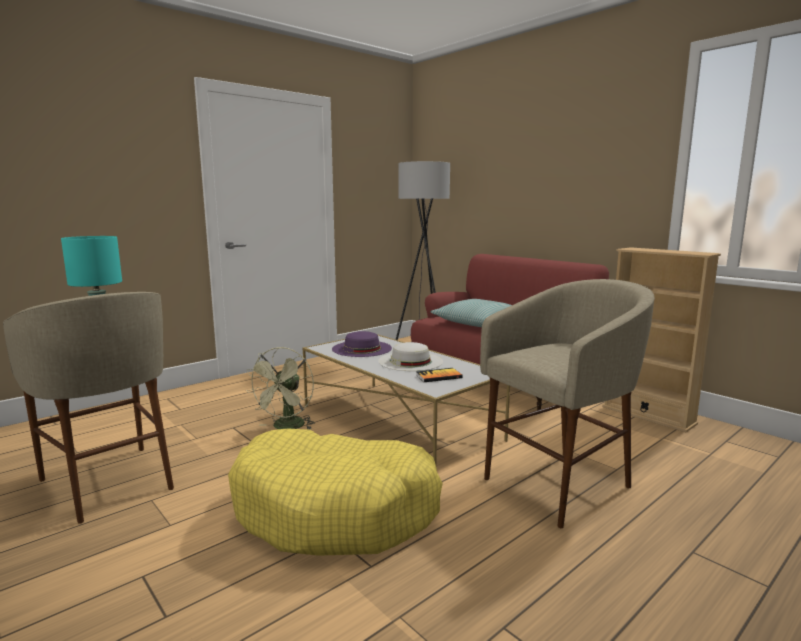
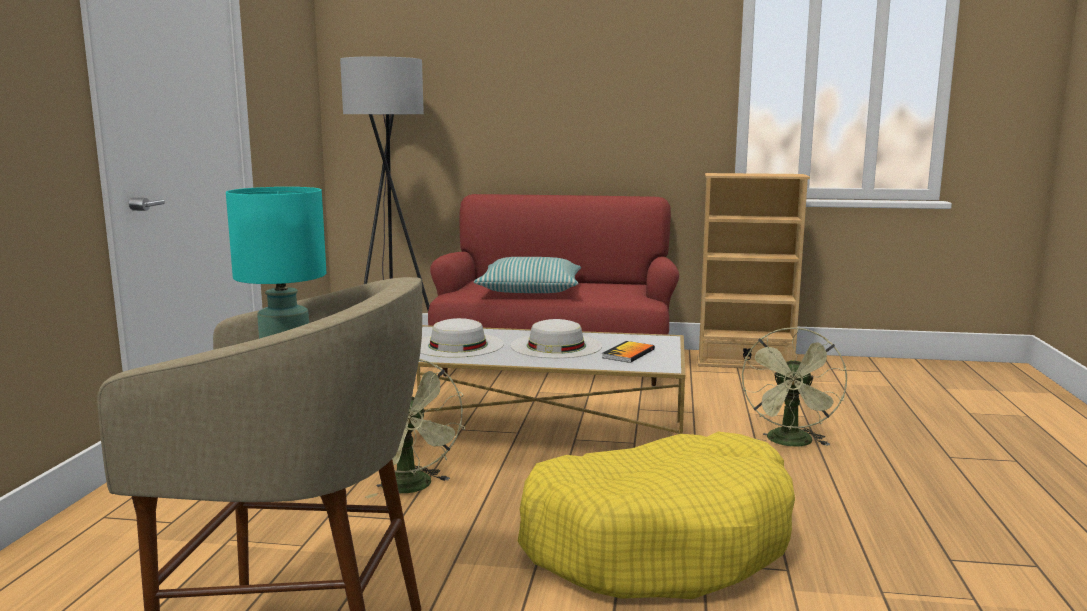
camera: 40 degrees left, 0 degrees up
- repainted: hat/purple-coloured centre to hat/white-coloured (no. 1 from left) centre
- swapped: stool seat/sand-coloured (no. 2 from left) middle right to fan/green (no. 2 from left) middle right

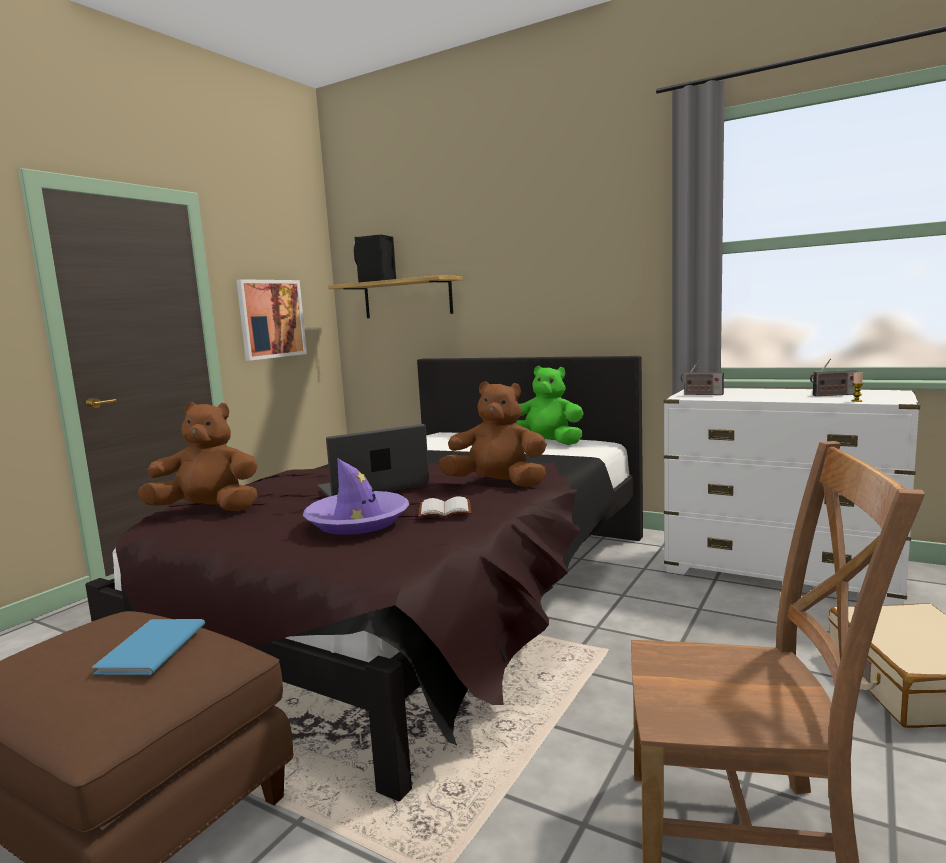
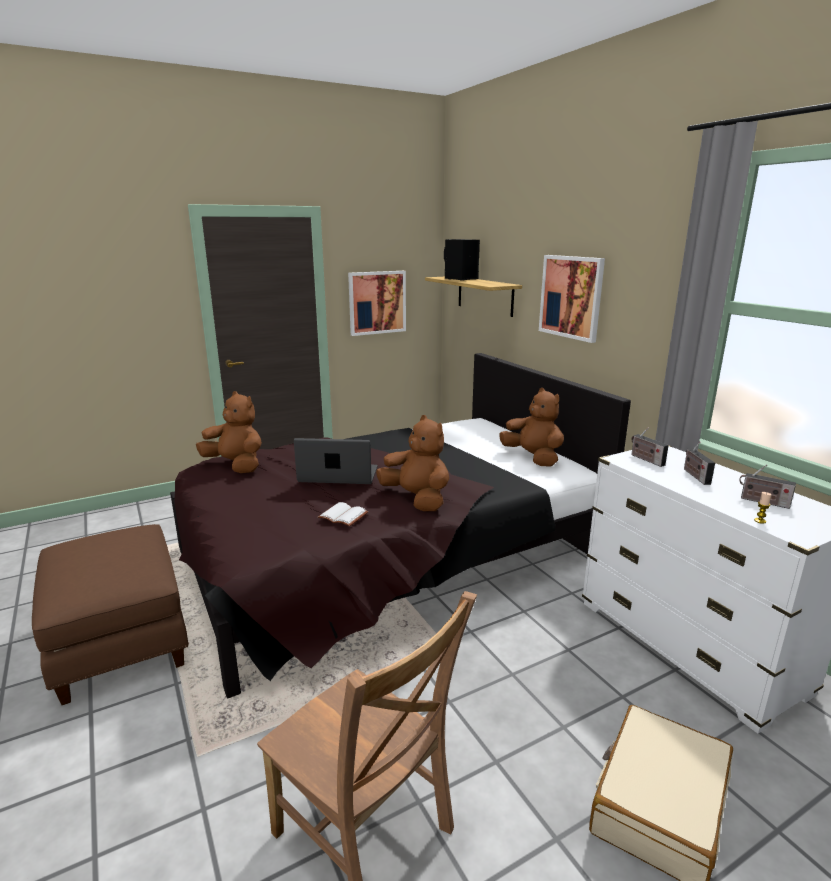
camera: 30 degrees right, 10 degrees up
- repainted: cuddly toy/green centre to cuddly toy/brownish (no. 3 from left) centre
- new: wall picture (no. 2 from left) middle right
- new: radio set (no. 2 from left) middle right
- gone: book/bluish bottom left
- gone: hat/purple-coloured centre

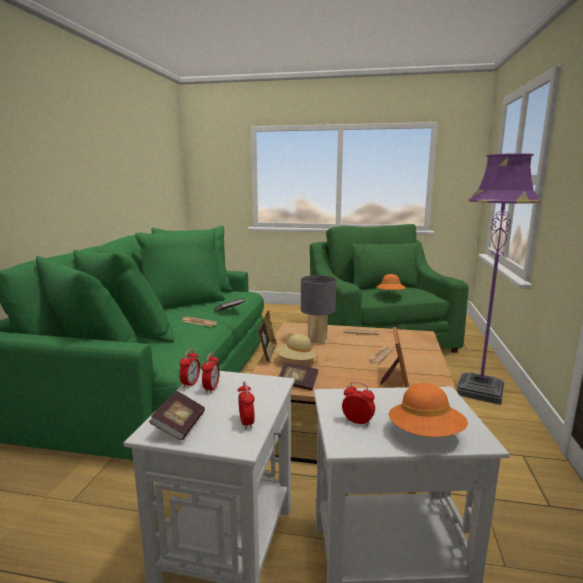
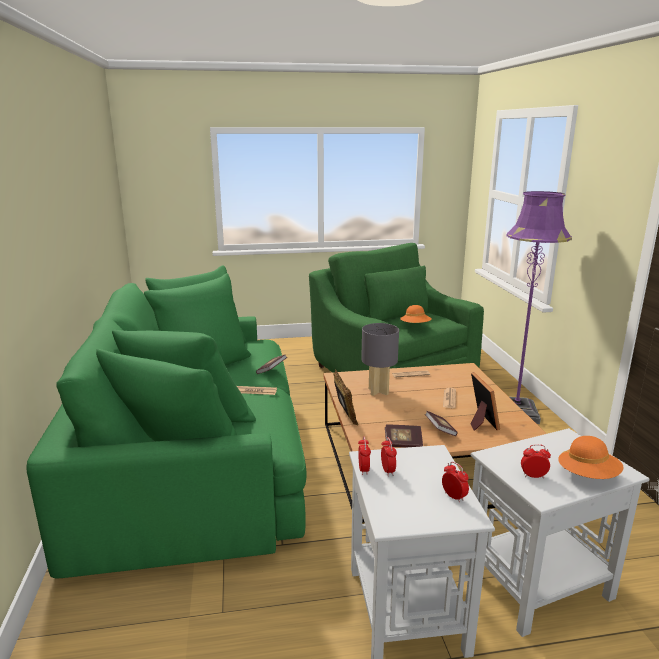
camera: 20 degrees left, 5 degrees up
- shifted: book (no. 1 from left in the first image) bottom left to book (no. 3 from left) middle right
- gone: hat/sand-coloured centre

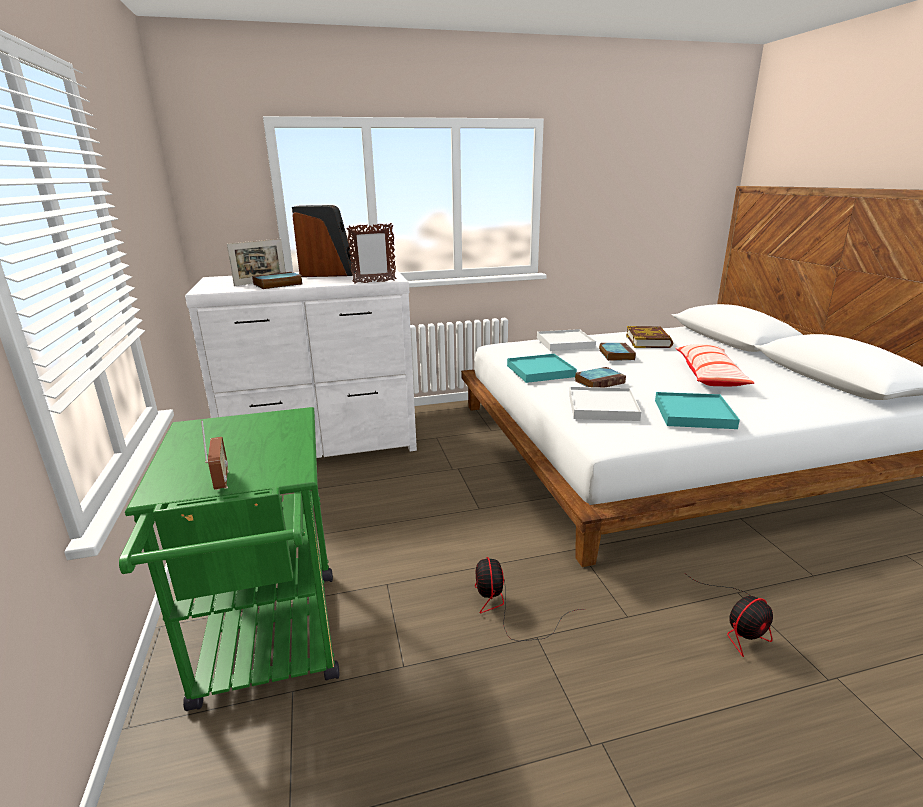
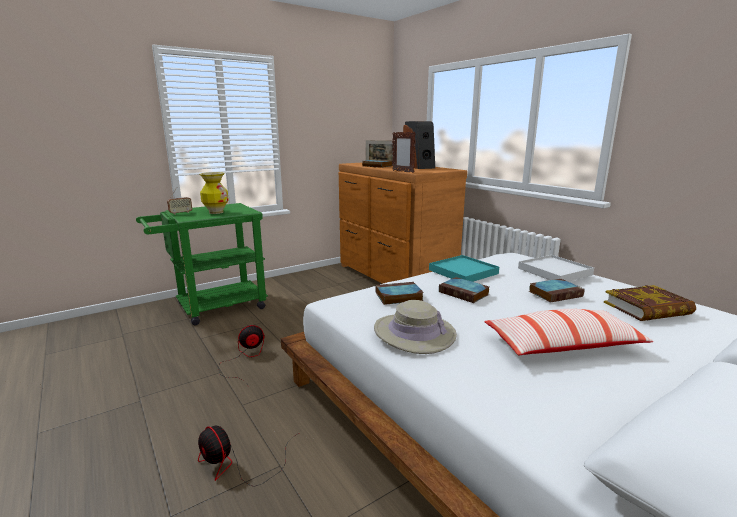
camera: 70 degrees right, 5 degrees down
- new: decorative vase middle left
- repainted: dresser/white-coloured middle left to dresser/brownish centre
- swapped: carrying tray/turquoise-coloured (no. 2 from left) middle right to hat/sand-coloured centre
- swapped: carrying tray/white-coloured (no. 2 from left) centre to book (no. 2 from left) centre

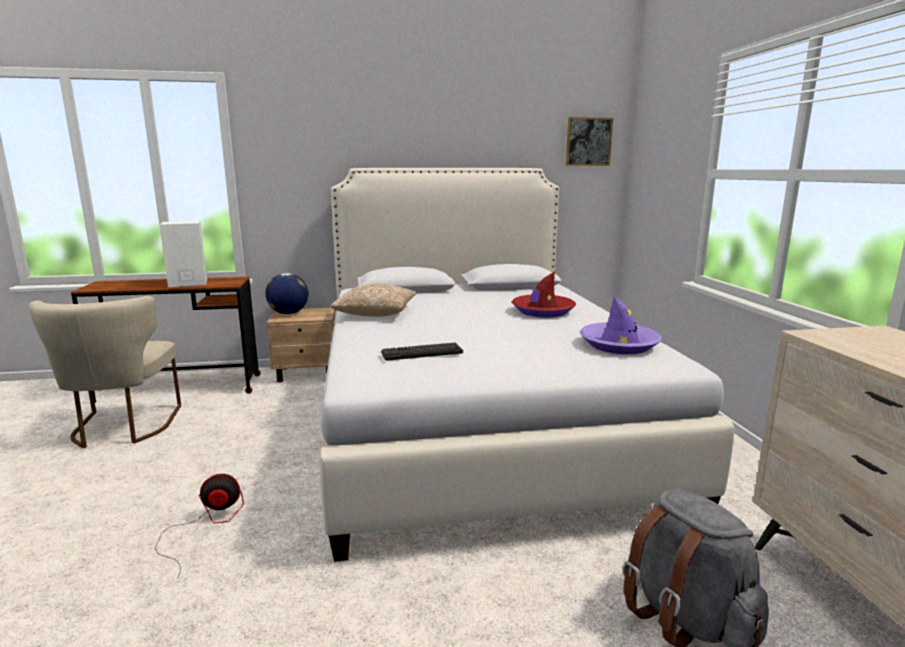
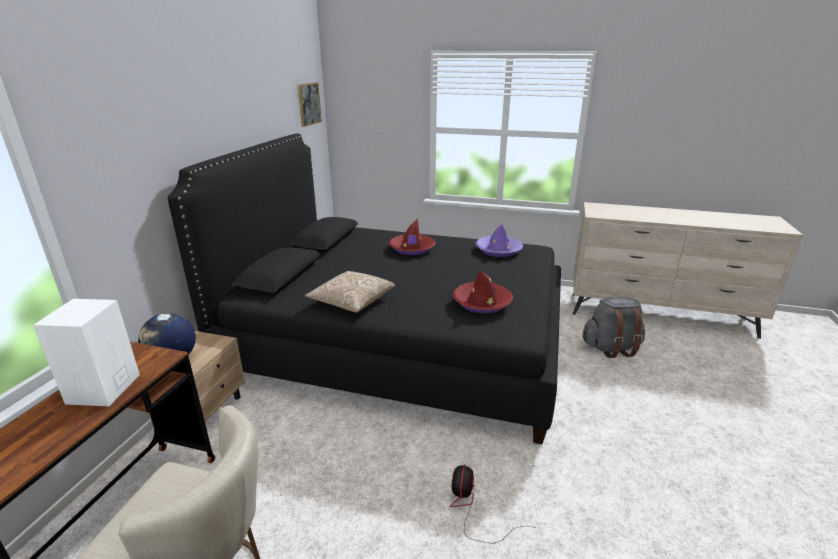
camera: 65 degrees left, 10 degrees up
- repainted: bed/white-coloured centre to bed/black centre
- swapped: PC keyboard centre to hat/reddish (no. 2 from left) centre

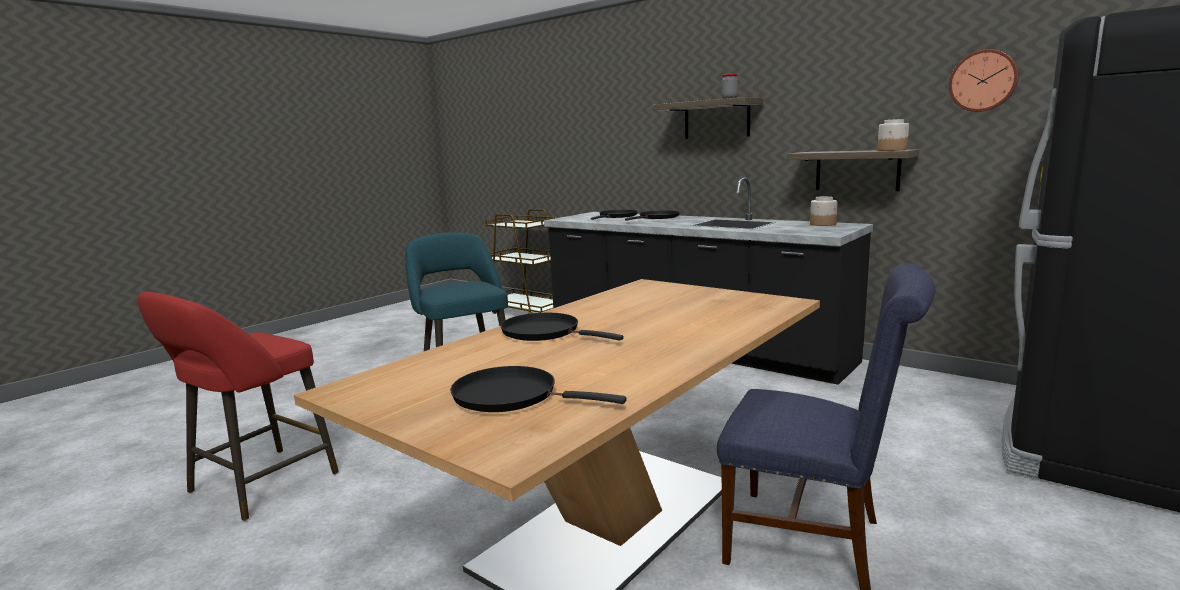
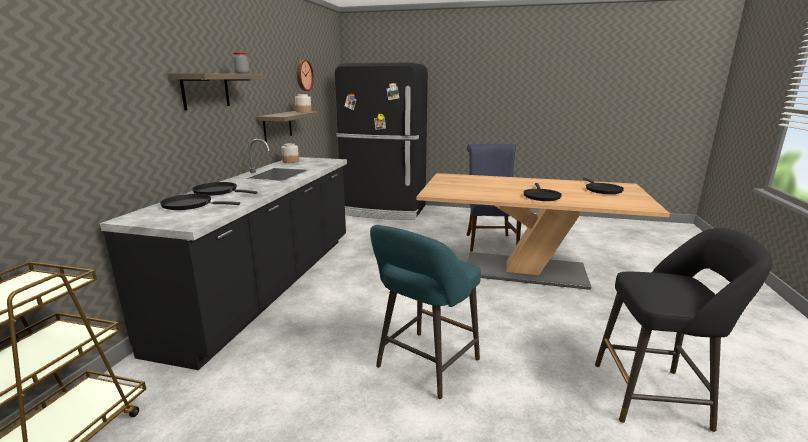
camera: 115 degrees left, 5 degrees up
- repainted: stool seat/reddish bottom left to stool seat/black bottom right

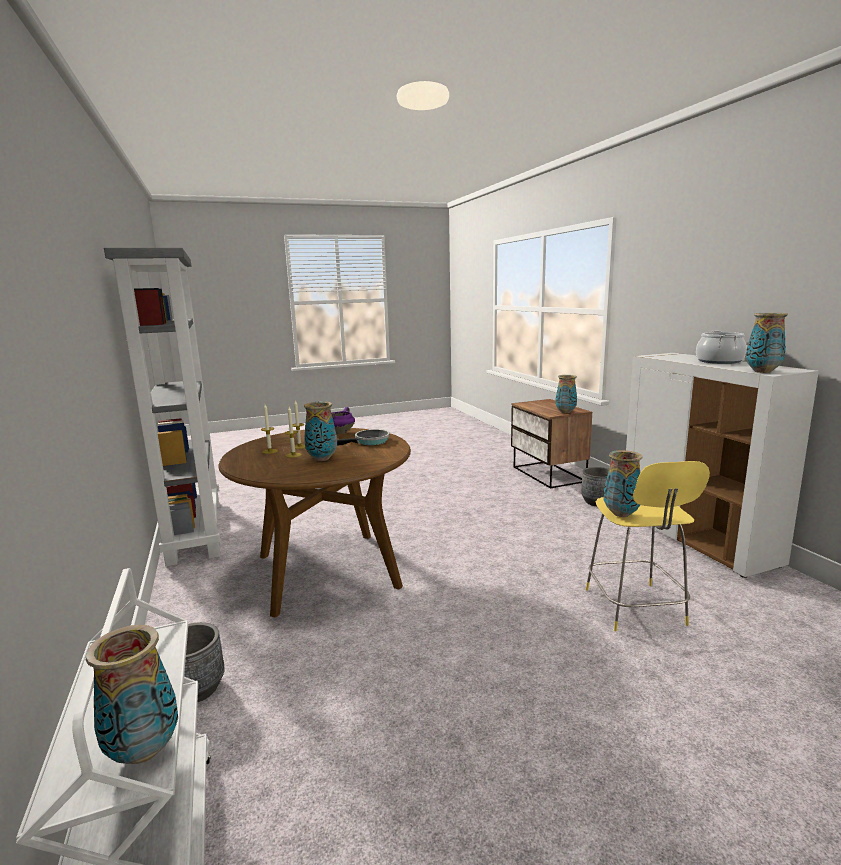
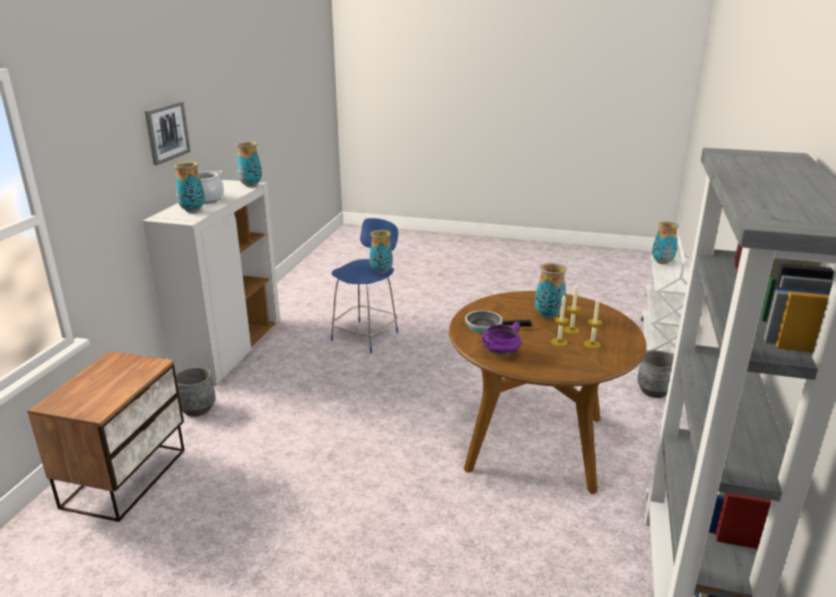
camera: 145 degrees left, 10 degrees up
- new: wall picture top left
- shifted: decorative vase (no. 3 from left in the first image) middle right to decorative vase (no. 1 from left) top left
- repainted: stool seat/yellow middle right to stool seat/bluish centre

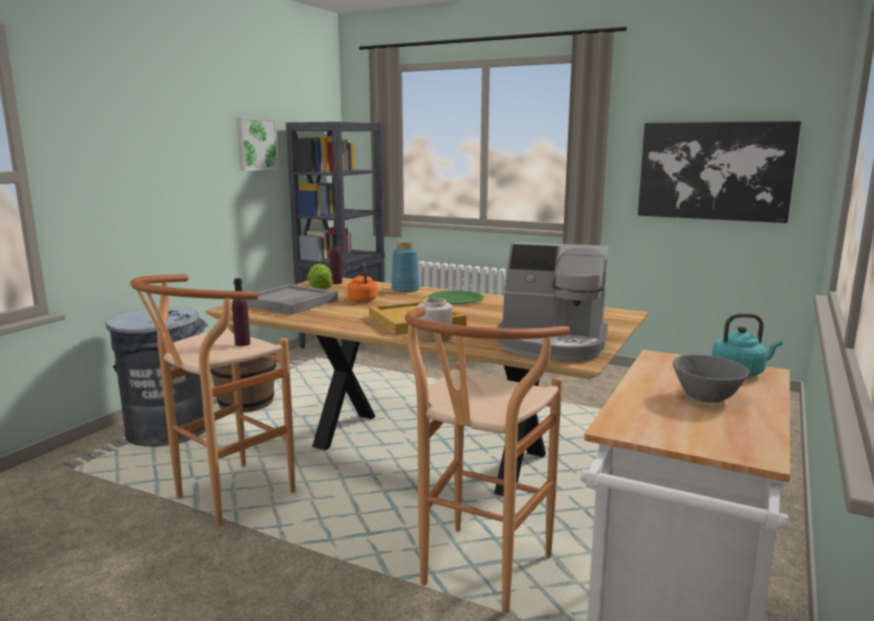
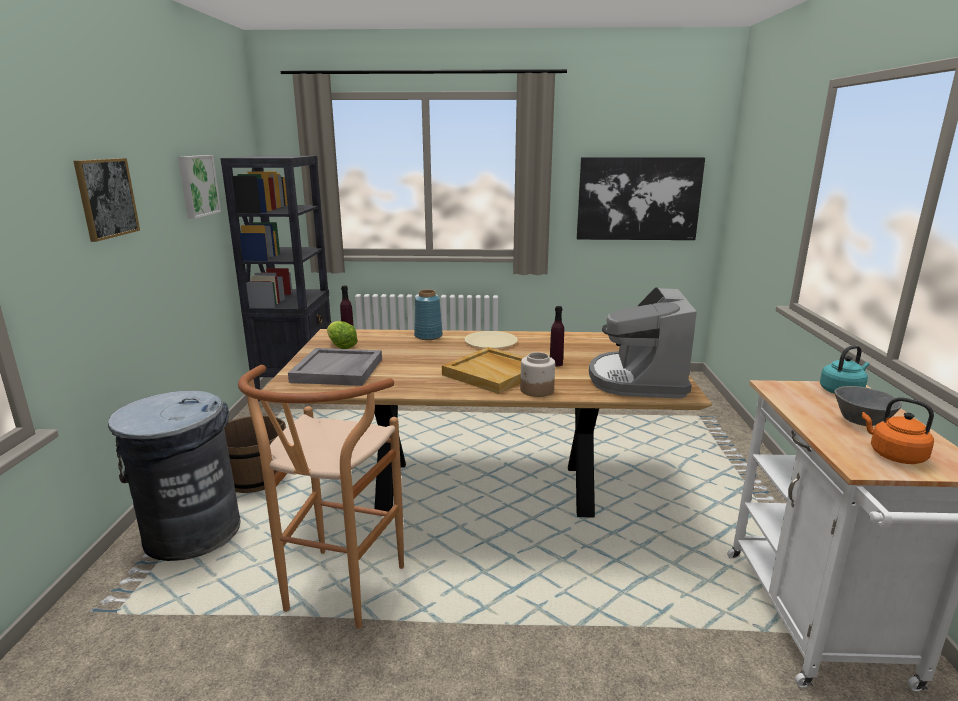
camera: 25 degrees left, 5 degrees up
- new: wall picture (no. 1 from left) top left
- repainted: plate/green centre to plate/sand-coloured centre
- shifted: drink bottle/purple-coloured (no. 1 from left in the first image) middle left to drink bottle/purple-coloured (no. 2 from left) centre
- rotated: coffee brewer centre = middle right 105 degrees clockwise
- shifted: tea kettle/orange-coloured centre to middle right
- gone: stool seat/brownish (no. 2 from left) bottom centre

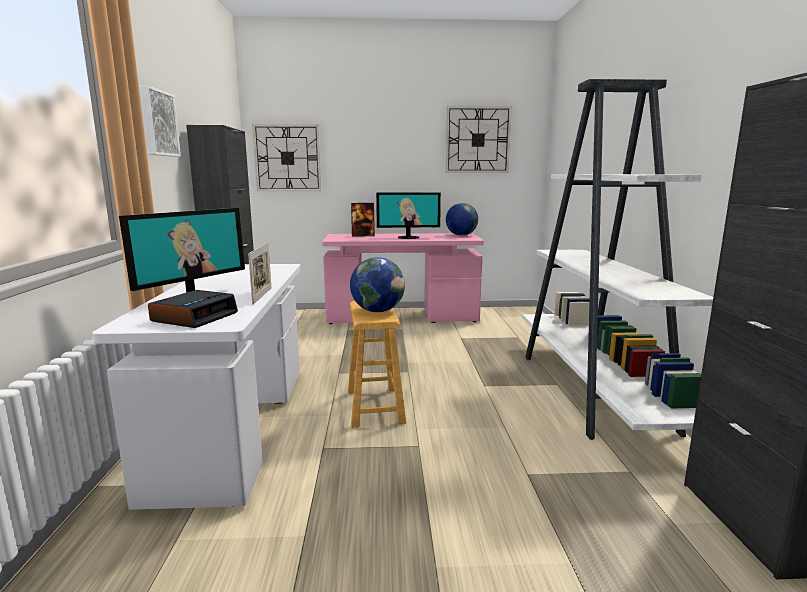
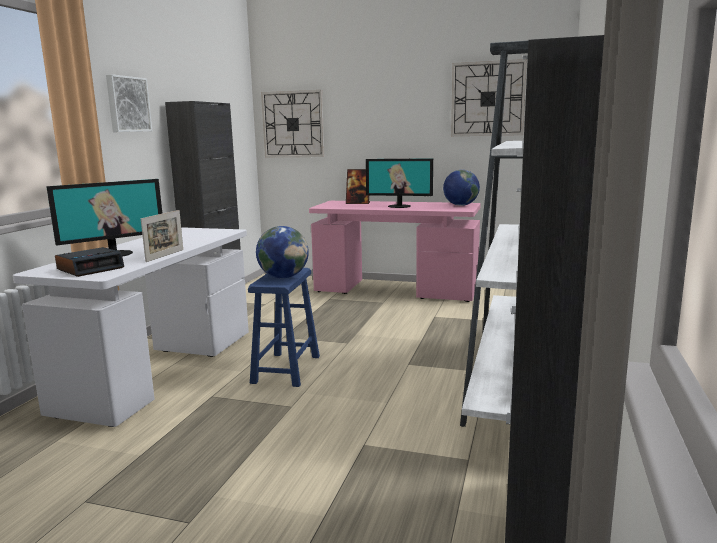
camera: 20 degrees right, 0 degrees up
- repainted: stool seat/brownish centre to stool seat/bluish centre

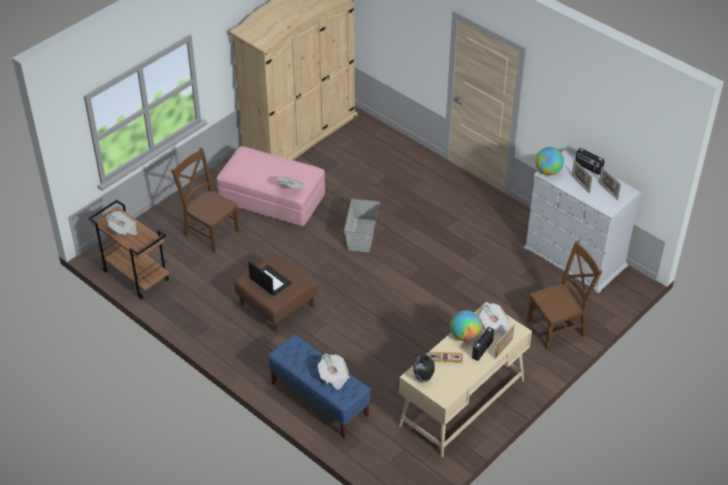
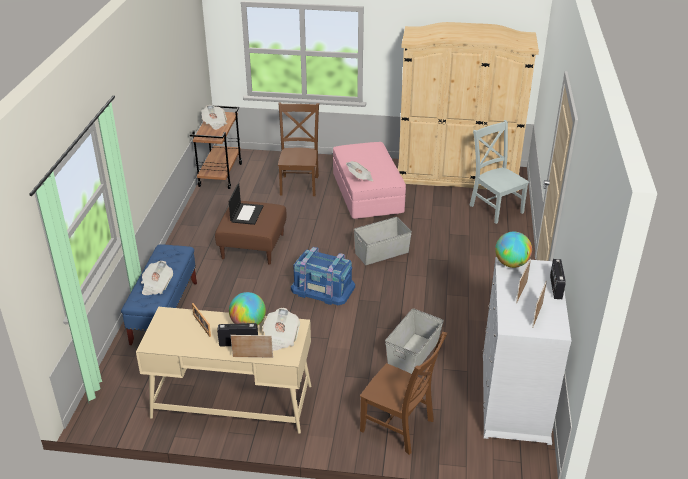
camera: 55 degrees right, 10 degrees down
- new: storage container/bluish centre
- new: storage container/greyish (no. 2 from left) bottom centre
- new: chair/greyish middle right
- gone: decorative vase bottom centre

